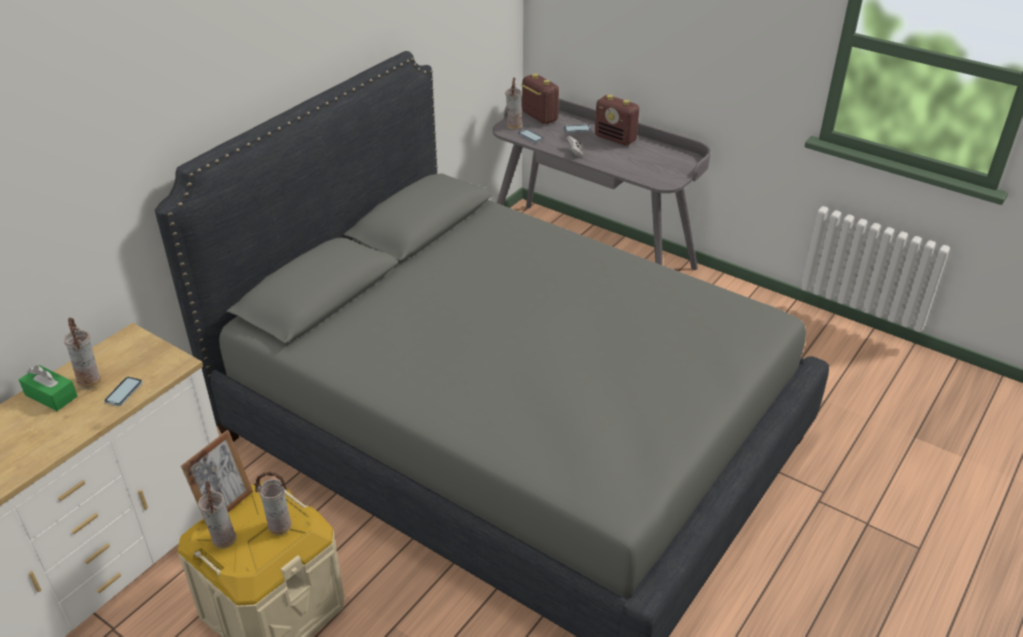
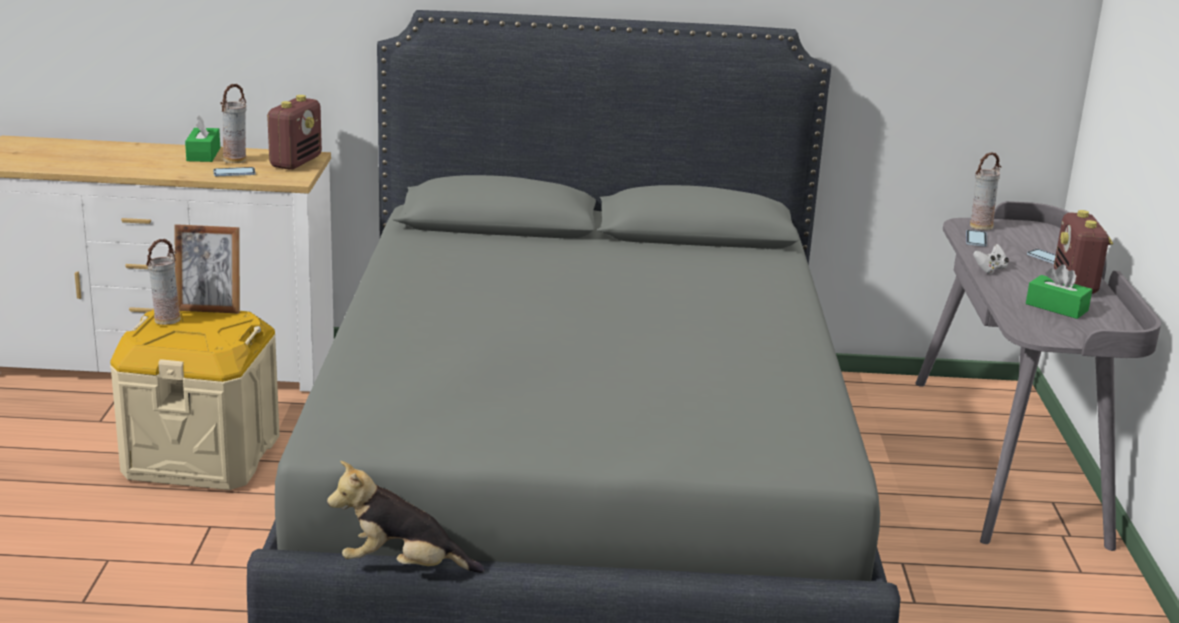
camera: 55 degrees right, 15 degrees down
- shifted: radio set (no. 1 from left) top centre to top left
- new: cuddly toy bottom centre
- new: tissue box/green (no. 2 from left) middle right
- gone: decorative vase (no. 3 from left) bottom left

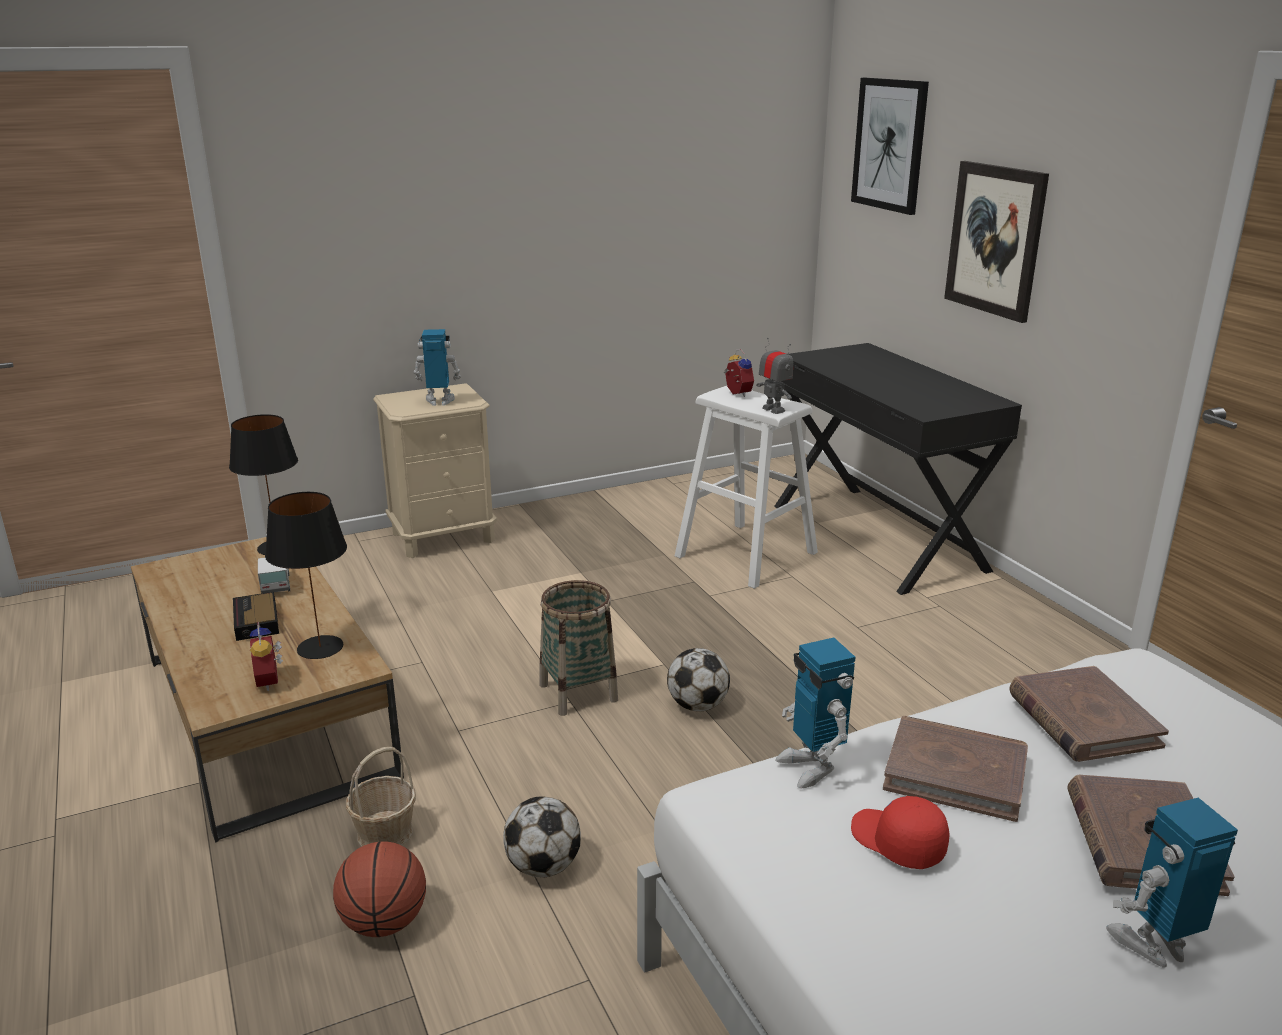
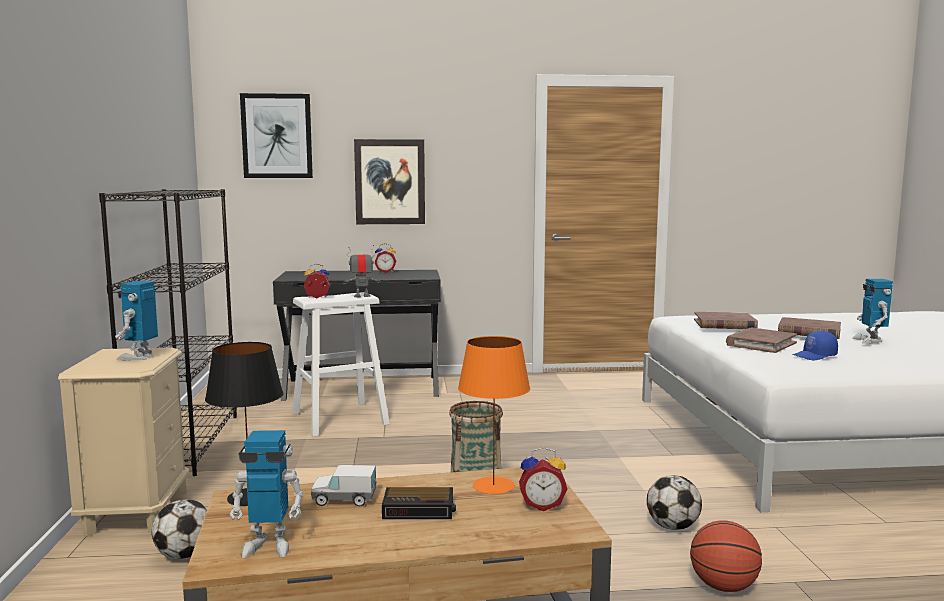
camera: 70 degrees left, 15 degrees down
- new: bookcase/black middle left
- shifted: ball for football (no. 2 from left in the first image) centre to ball for football (no. 1 from left) bottom left
- shifted: toy robot (no. 3 from left in the first image) bottom centre to toy robot (no. 2 from left) bottom left
- new: table clock (no. 2 from left) centre
- repainted: lamp for a table/black (no. 2 from left) middle left to lamp for a table/orange-coloured bottom centre
- repainted: baseball cap/reddish bottom right to baseball cap/bluish middle right
- gone: storage basket (no. 1 from left) bottom left

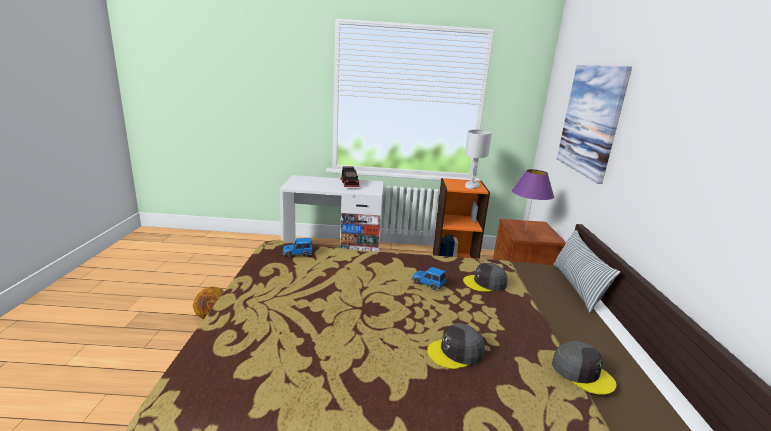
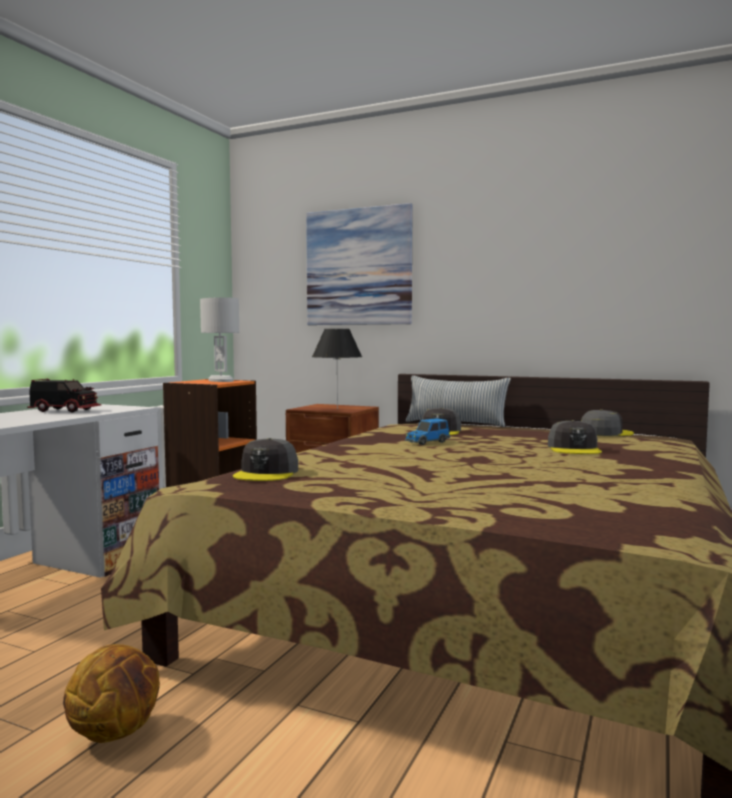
camera: 65 degrees left, 15 degrees down
- swapped: model car (no. 1 from left) centre to baseball cap/greyish (no. 1 from left) centre
- repainted: lamp for a table/purple-coloured middle right to lamp for a table/black centre

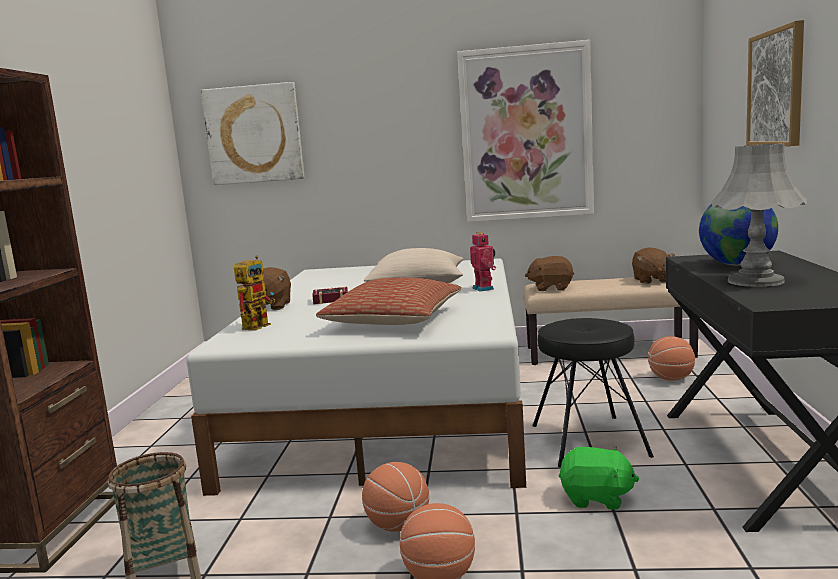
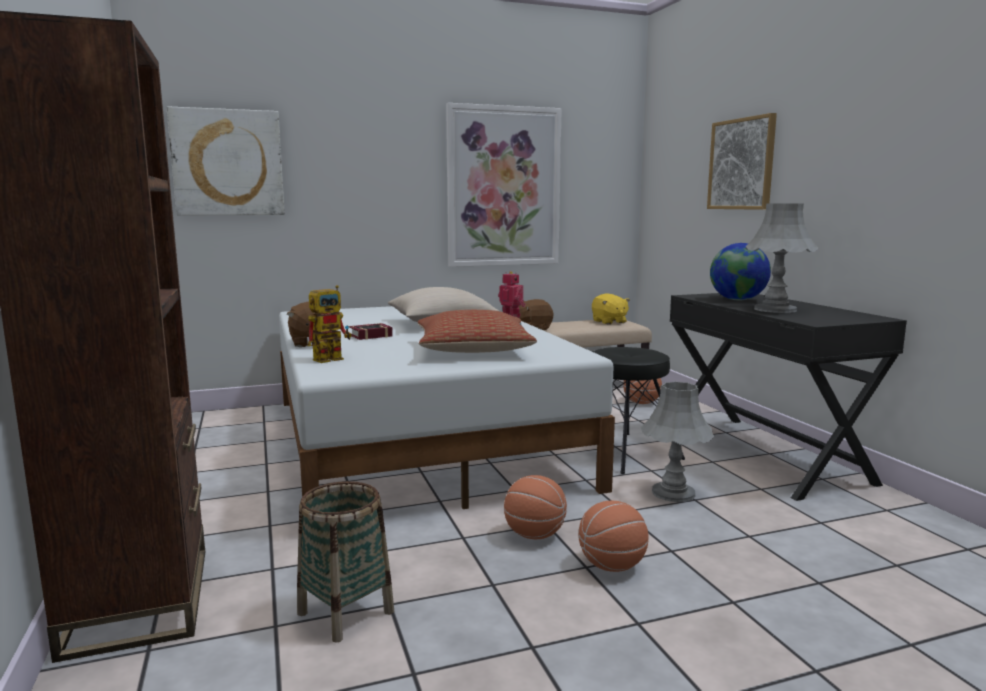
camera: 25 degrees left, 0 degrees up
- rotated: toy robot (no. 1 from left) middle left = centre 45 degrees clockwise
- repainted: cuddly toy/brownish (no. 3 from left) middle right to cuddly toy/yellow centre
- swapped: cuddly toy/green bottom right to lamp for a table/greyish (no. 1 from left) middle right

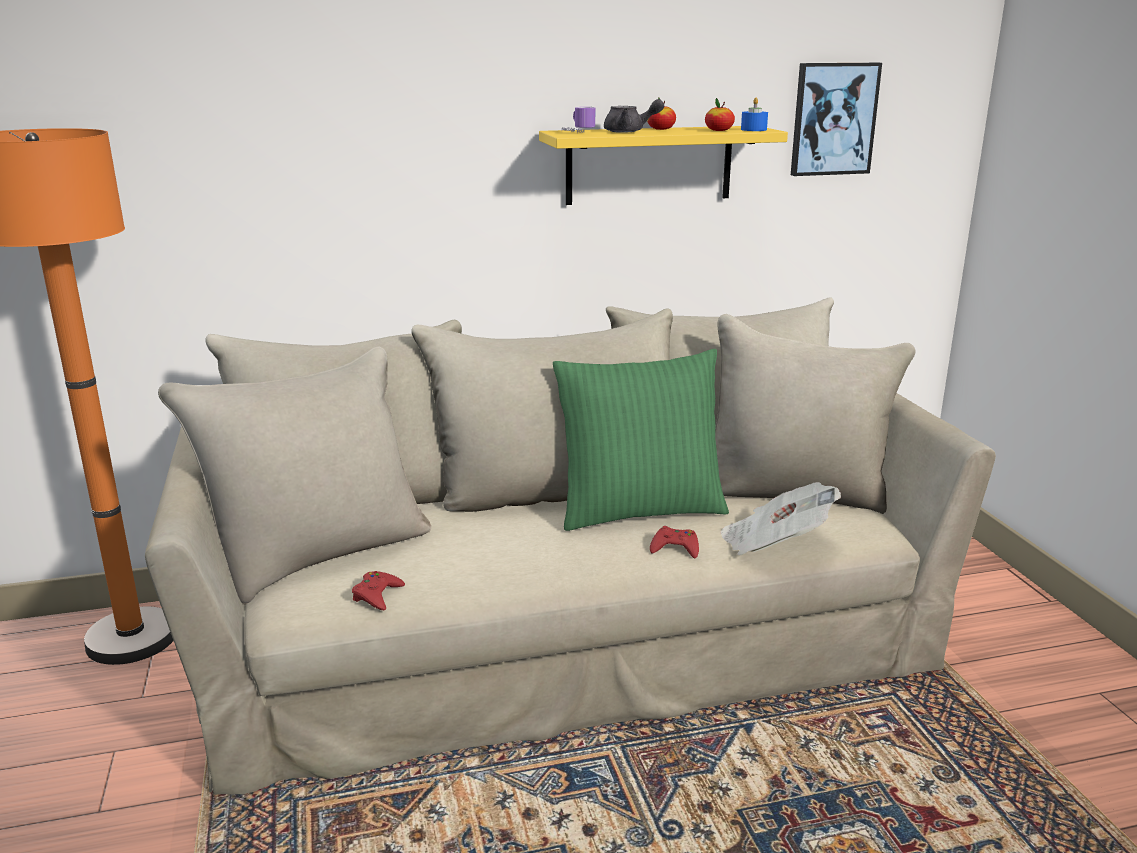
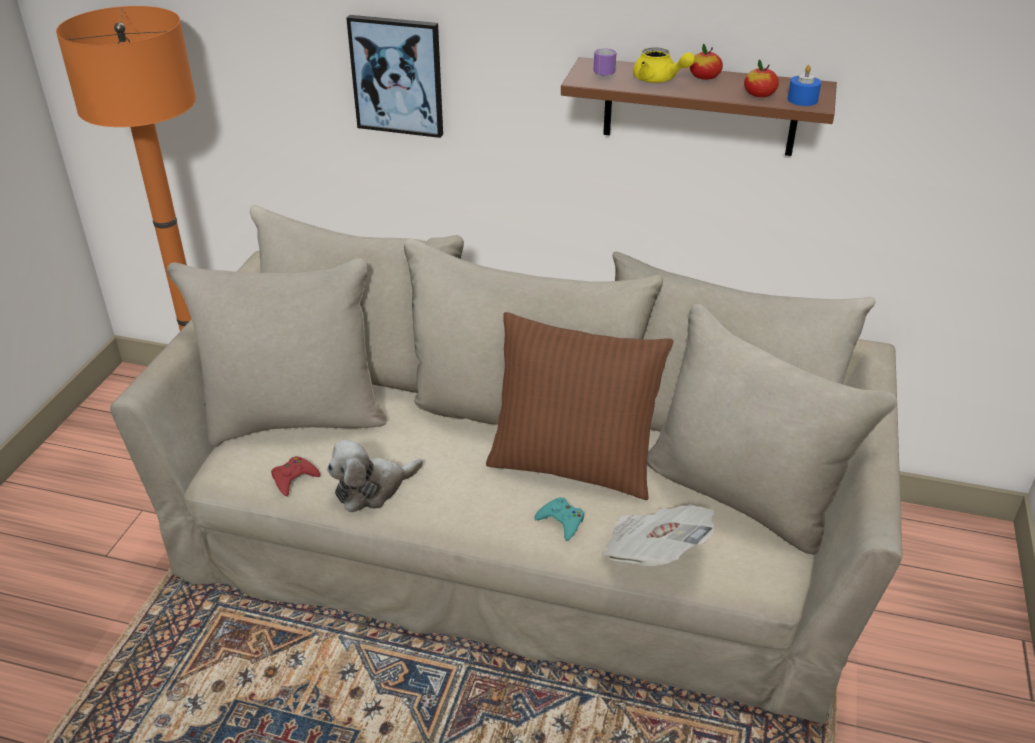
camera: 30 degrees right, 15 degrees up
- new: cuddly toy centre
- shifted: wall picture top right to top centre
- repainted: throw pillow/green centre to throw pillow/brownish centre
- repainted: joypad/reddish (no. 2 from left) centre to joypad/turquoise-coloured bottom centre
- repainted: bracket shelf/yellow top centre to bracket shelf/brownish top right
- repainted: teapot/greyish top centre to teapot/yellow top centre

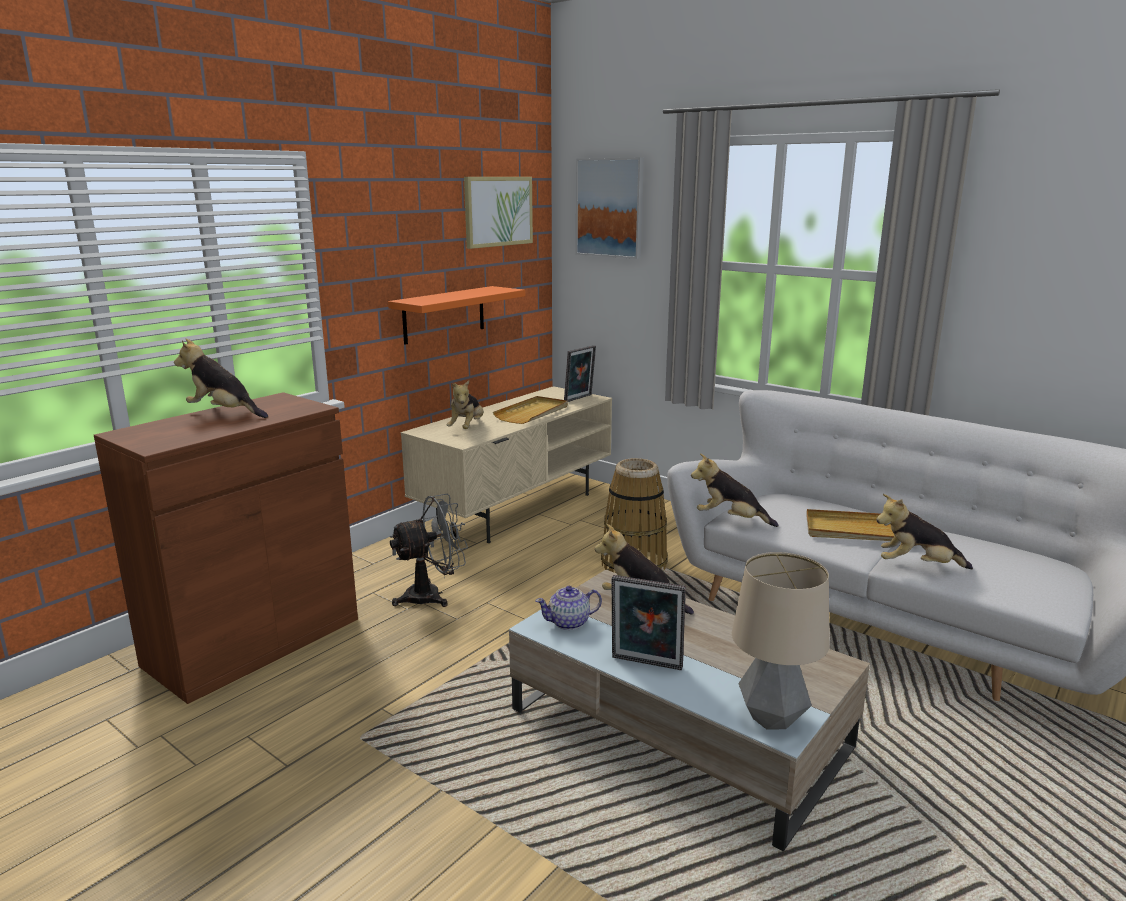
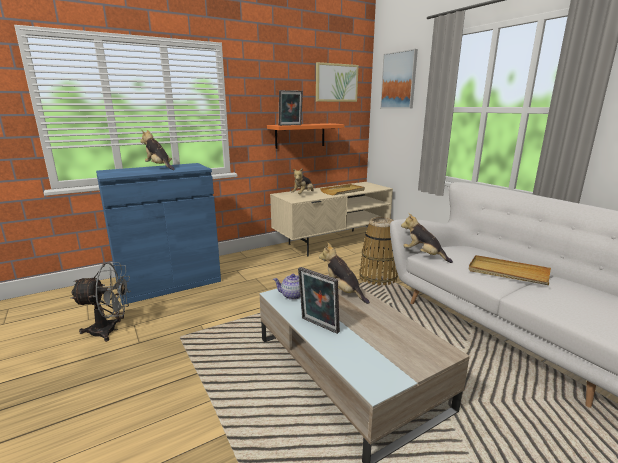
camera: 20 degrees right, 0 degrees up
- shifted: fan/greyish centre to middle left
- repainted: storage cabinet/brownish middle left to storage cabinet/bluish middle left
- shifted: picture frame (no. 1 from left) centre to top centre
- gone: lamp for a table bottom right
- gone: cuddly toy (no. 5 from left) middle right

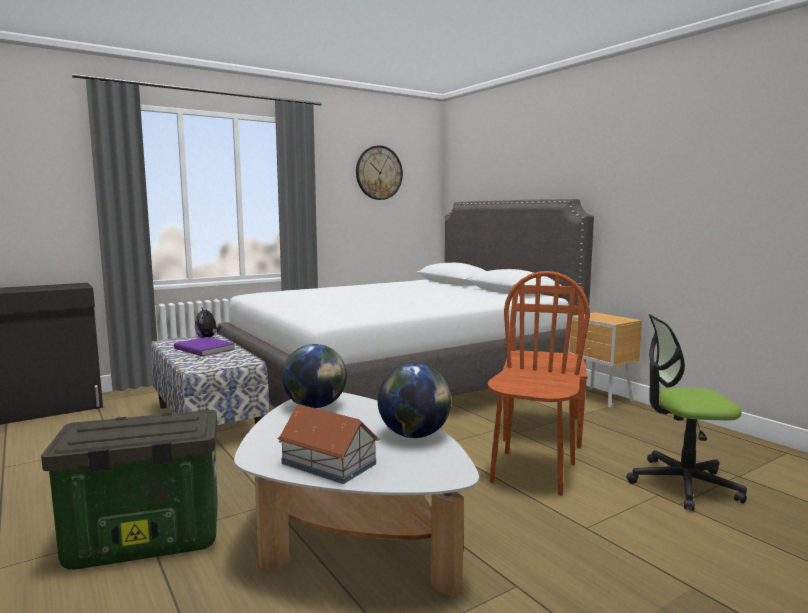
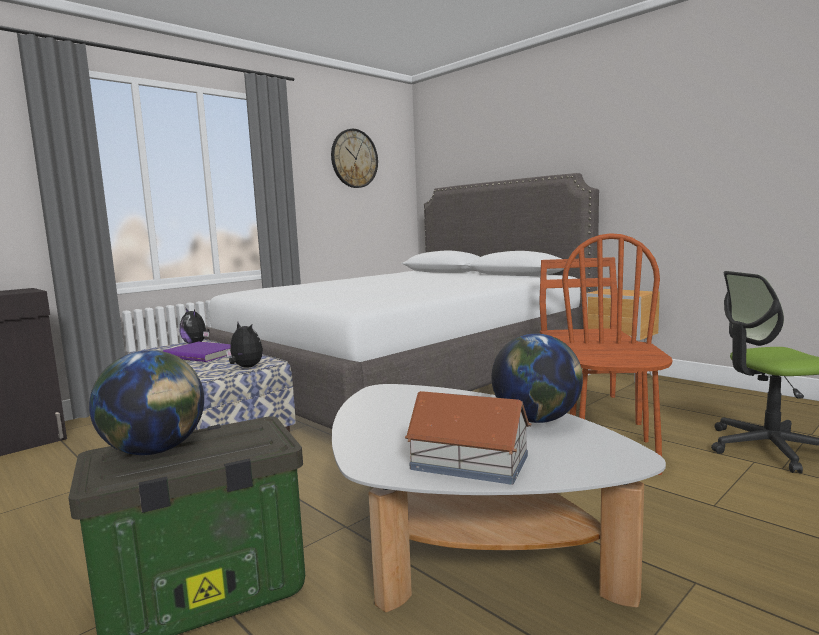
camera: 10 degrees left, 0 degrees up
- shifted: world globe (no. 1 from left) centre to middle left
- new: cuddly toy (no. 2 from left) middle left

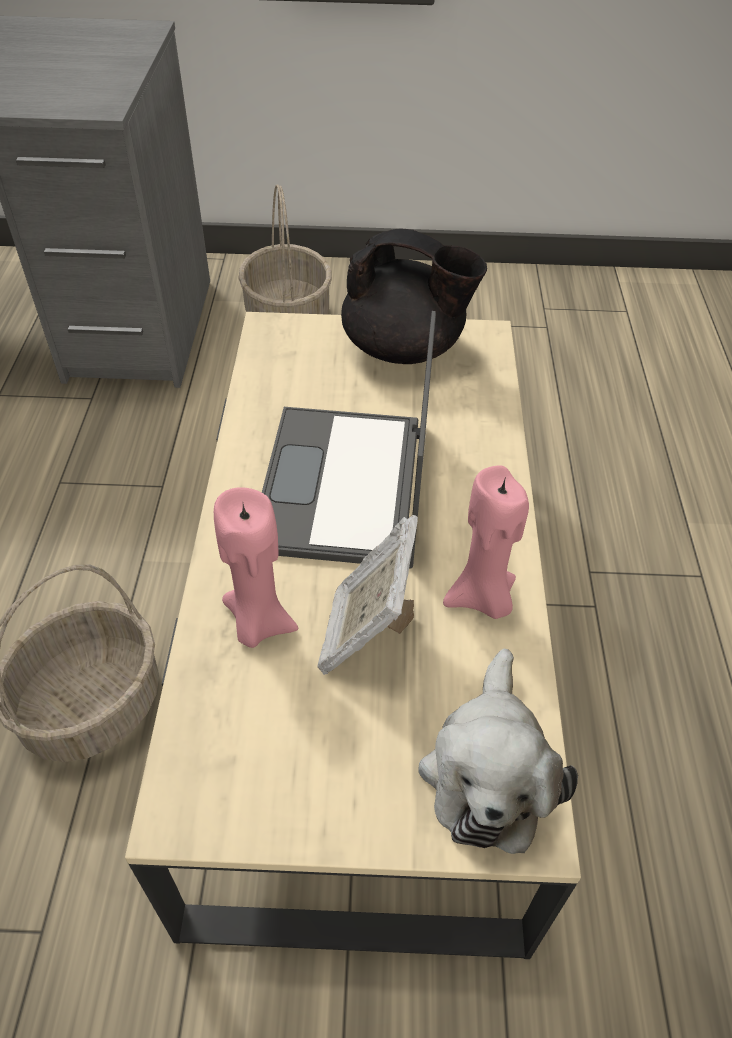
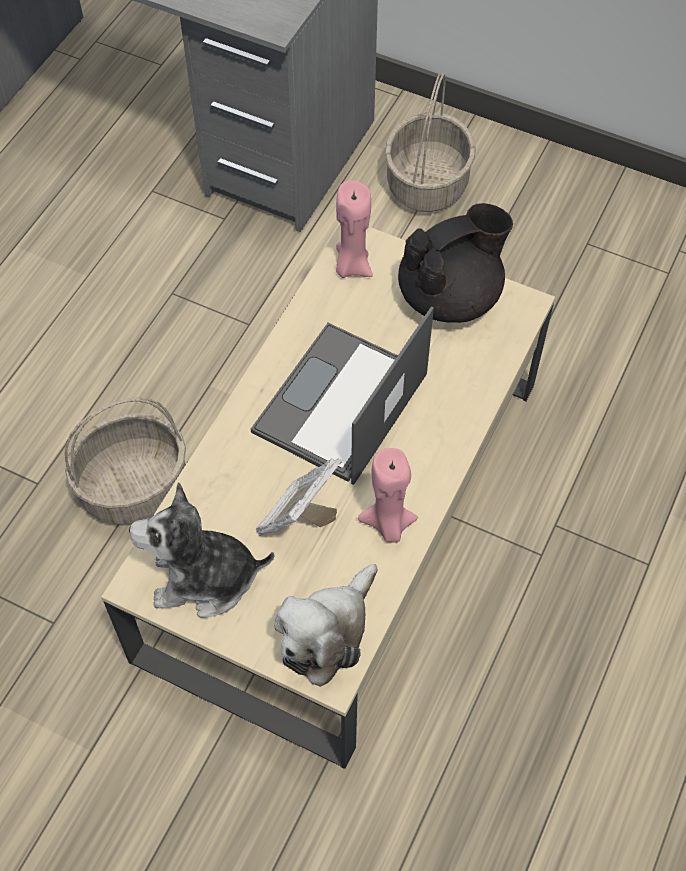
camera: 25 degrees right, 10 degrees up
- new: cuddly toy (no. 1 from left) middle left
- shifted: candle/pink (no. 1 from left) centre to top centre
- rotated: teapot/black top centre = top centre 75 degrees counterclockwise

